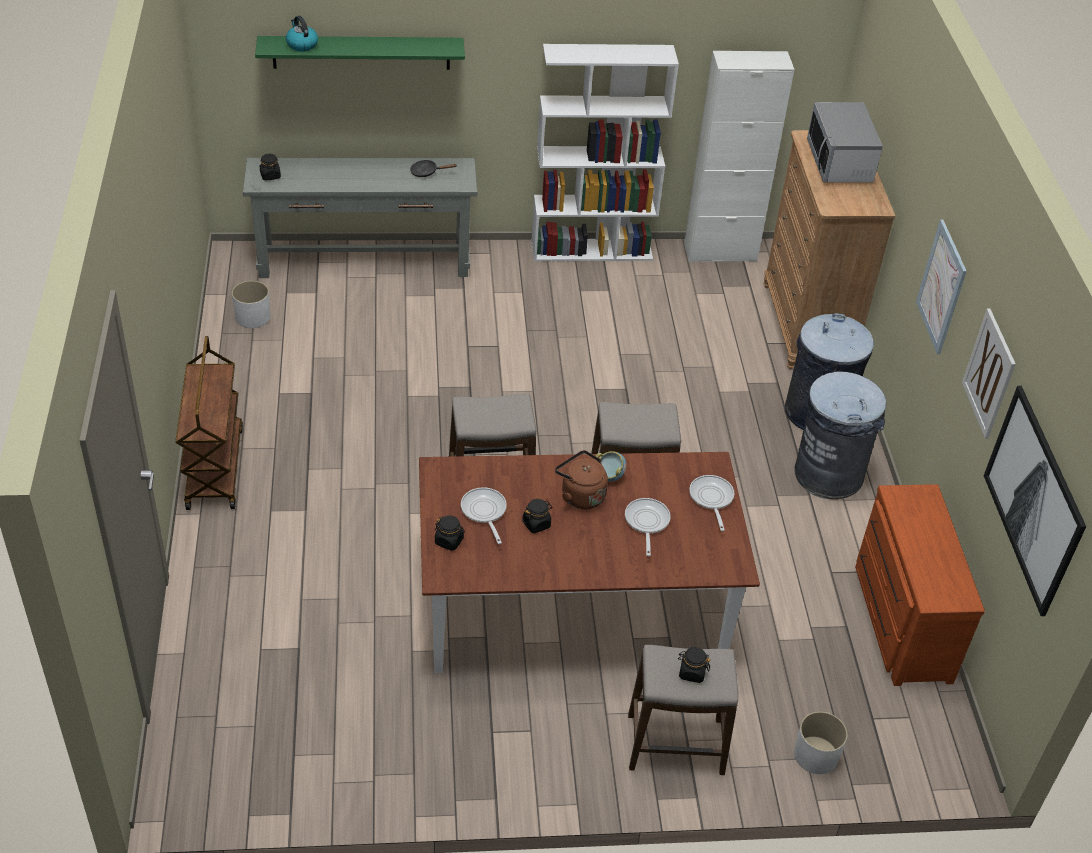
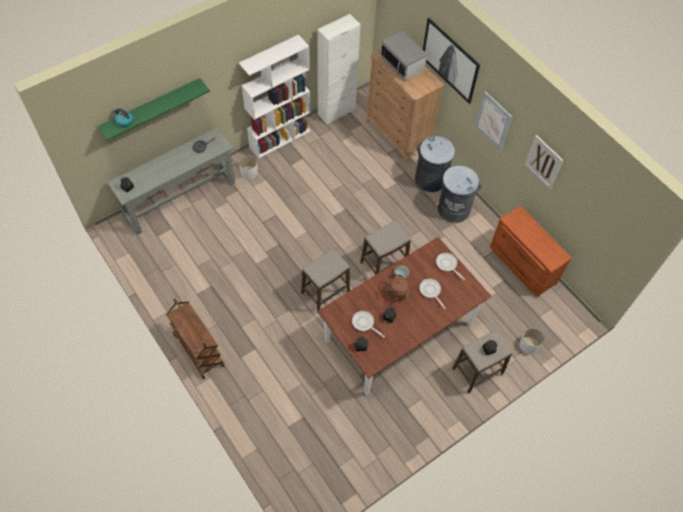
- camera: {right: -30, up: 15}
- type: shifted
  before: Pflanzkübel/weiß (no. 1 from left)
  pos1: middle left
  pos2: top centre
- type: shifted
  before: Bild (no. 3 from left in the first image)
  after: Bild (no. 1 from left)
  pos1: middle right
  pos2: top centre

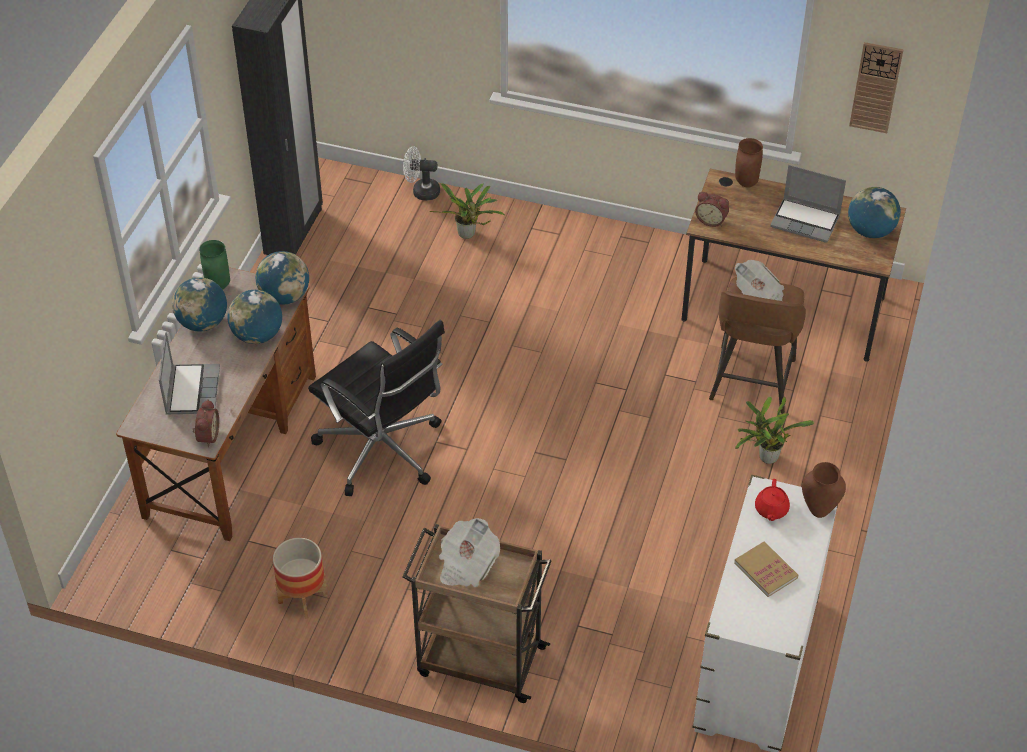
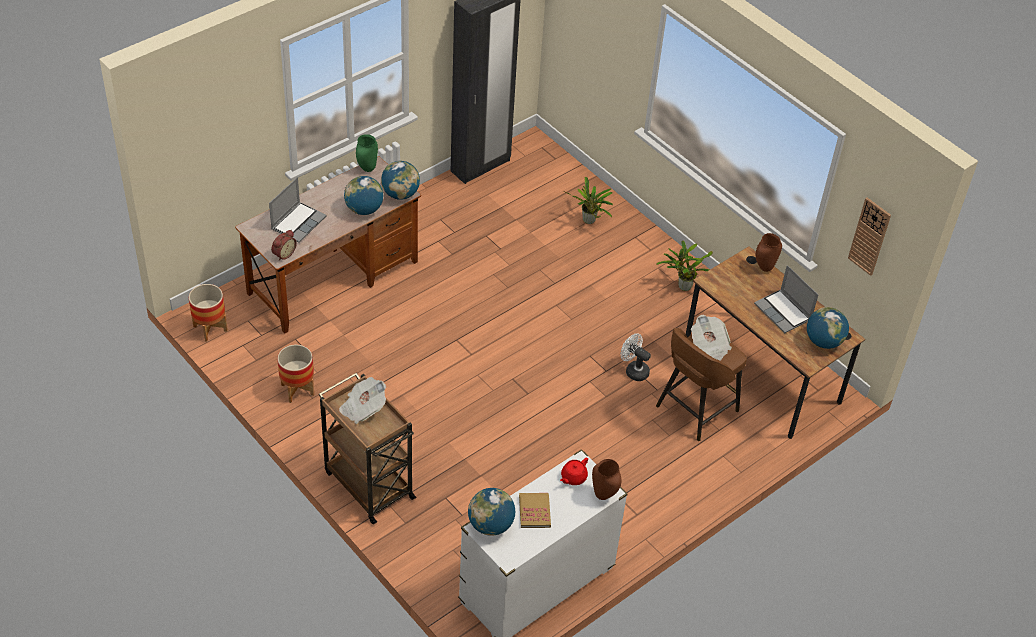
- camera: {right: 30, up: 0}
- type: new
  after: Pflanzkübel (no. 1 from left)
  pos2: middle left
- type: shifted
  before: Globus (no. 1 from left in the first image)
  after: Globus (no. 3 from left)
  pos1: middle left
  pos2: bottom centre
- type: shifted
  before: Ventilator/weiß
  pos1: top centre
  pos2: centre
- type: shifted
  before: Topfpflanze (no. 2 from left)
  pos1: middle right
  pos2: centre
- type: gone
  before: Bürostuhl/schwarz
  pos1: centre
- type: gone
  before: Wecker (no. 2 from left)
  pos1: top right

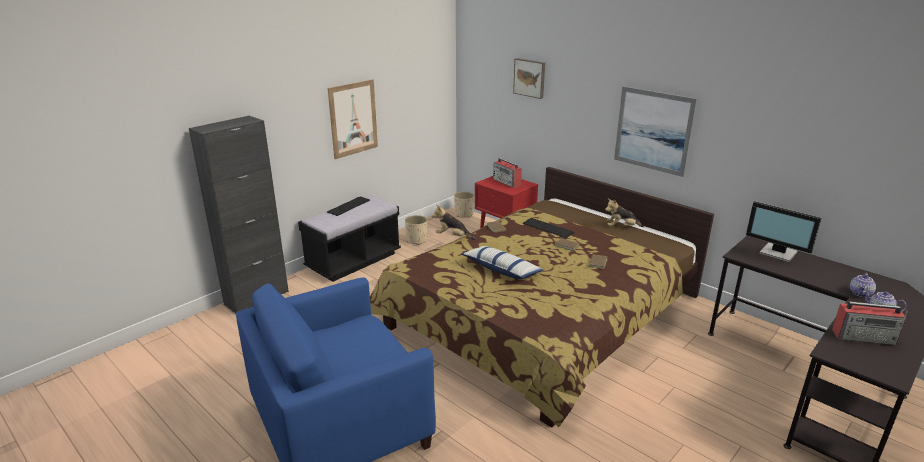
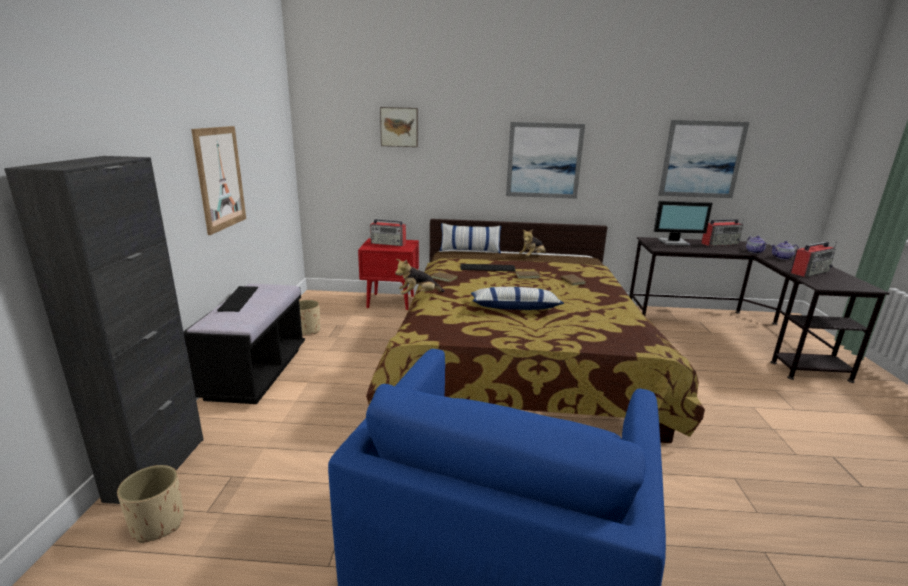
- camera: {right: -40, up: -5}
- type: shifted
  before: Pflanzkübel/beige (no. 2 from left in the first image)
  after: Pflanzkübel/beige (no. 1 from left)
  pos1: centre
  pos2: bottom left
- type: new
  after: Kissen (no. 1 from left)
  pos2: centre
- type: new
  after: Bild (no. 4 from left)
  pos2: top right
- type: new
  after: Radio (no. 2 from left)
  pos2: middle right

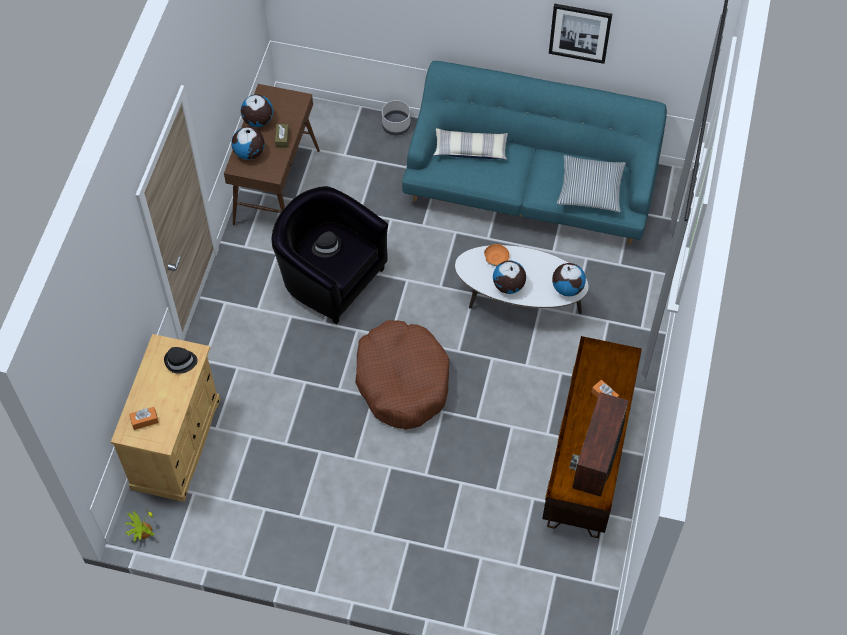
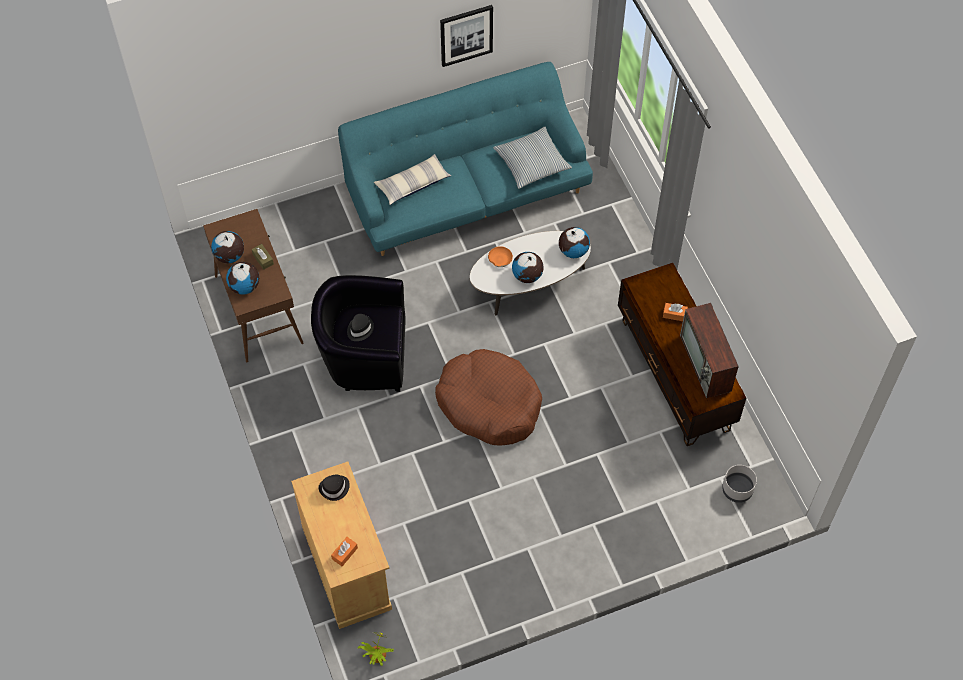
- camera: {right: -35, up: 0}
- type: shifted
  before: Pflanzkübel/grau
  pos1: top centre
  pos2: bottom right

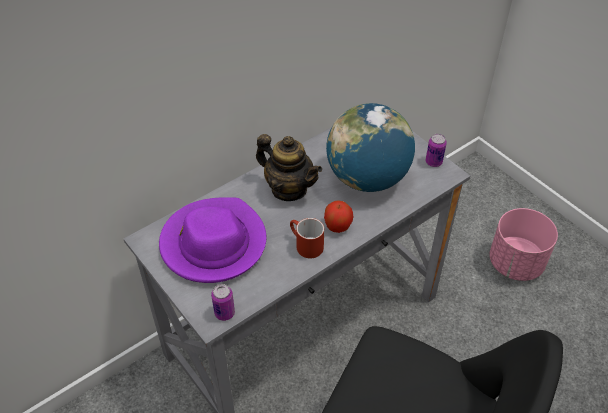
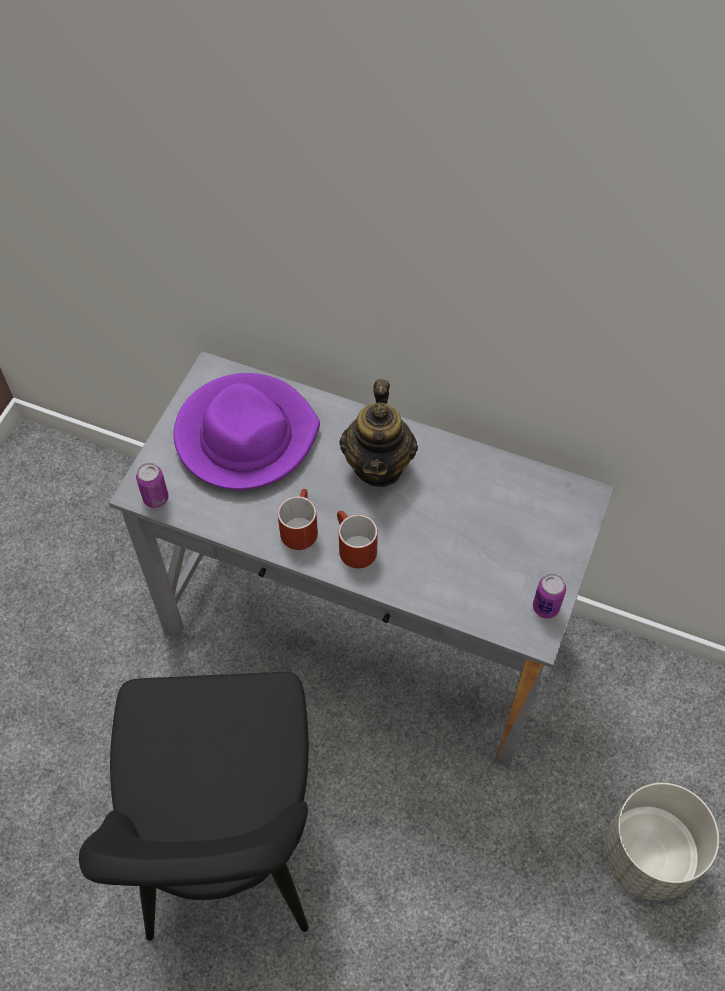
- camera: {right: 60, up: 10}
- type: swapped
  before: Apfel
  after: Henkelbecher/rot (no. 2 from left)
  pos1: centre
  pos2: centre
- type: repainted
  before: Pflanzkübel/rosa
  after: Pflanzkübel/grau
  pos1: middle right
  pos2: bottom right
- type: gone
  before: Globus
  pos1: centre

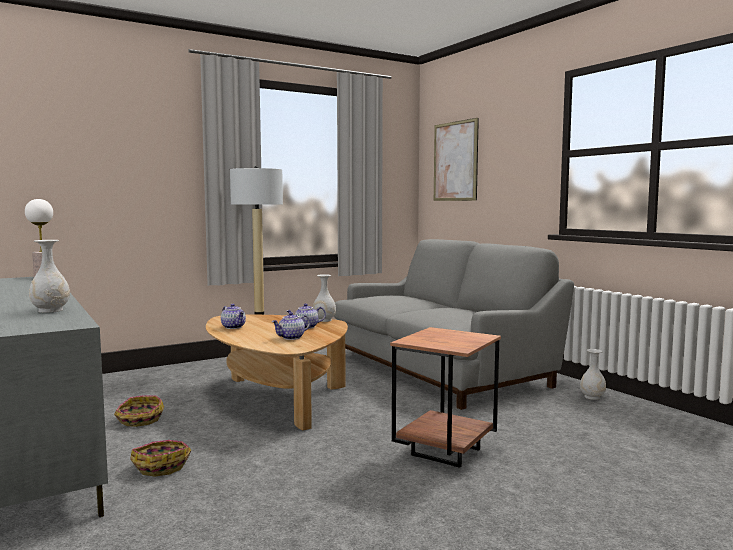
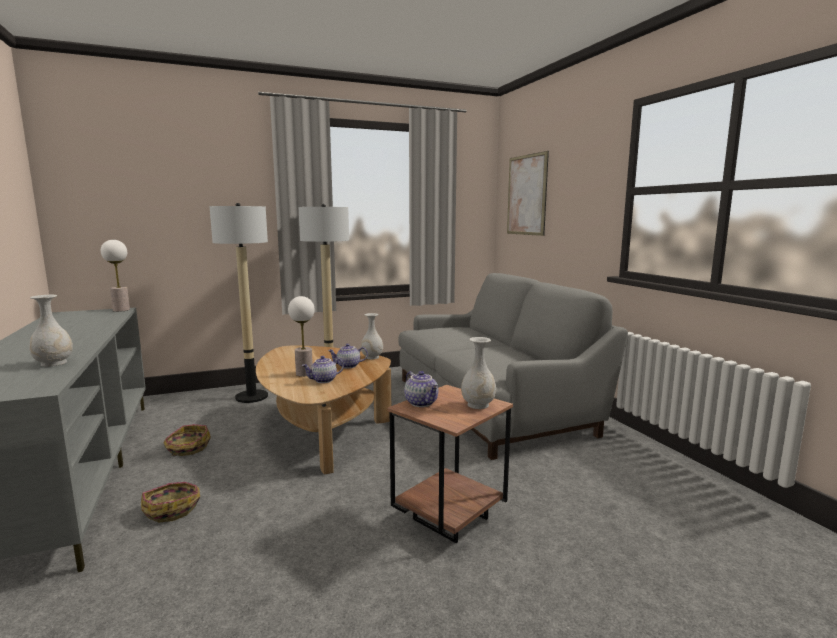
- camera: {right: 10, up: 5}
- type: new
  after: Stehlampe (no. 1 from left)
  pos2: middle left
- type: new
  after: Tischlampe (no. 2 from left)
  pos2: centre
- type: shifted
  before: Teekanne (no. 1 from left in the first image)
  after: Teekanne (no. 3 from left)
  pos1: middle left
  pos2: centre
- type: shifted
  before: Vase/weiß (no. 3 from left)
  pos1: bottom right
  pos2: centre

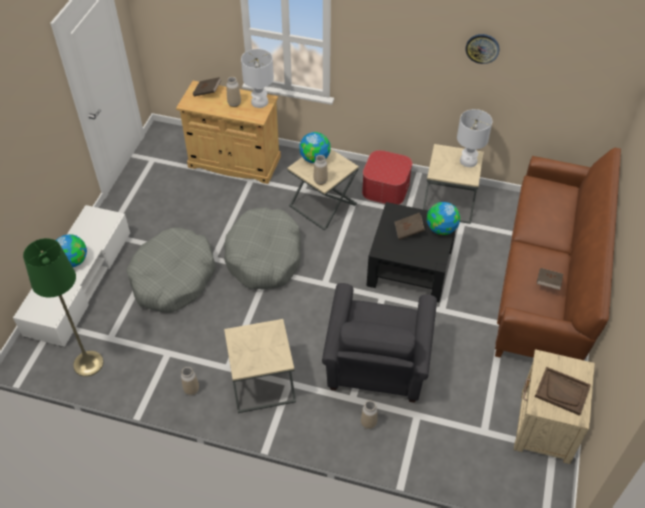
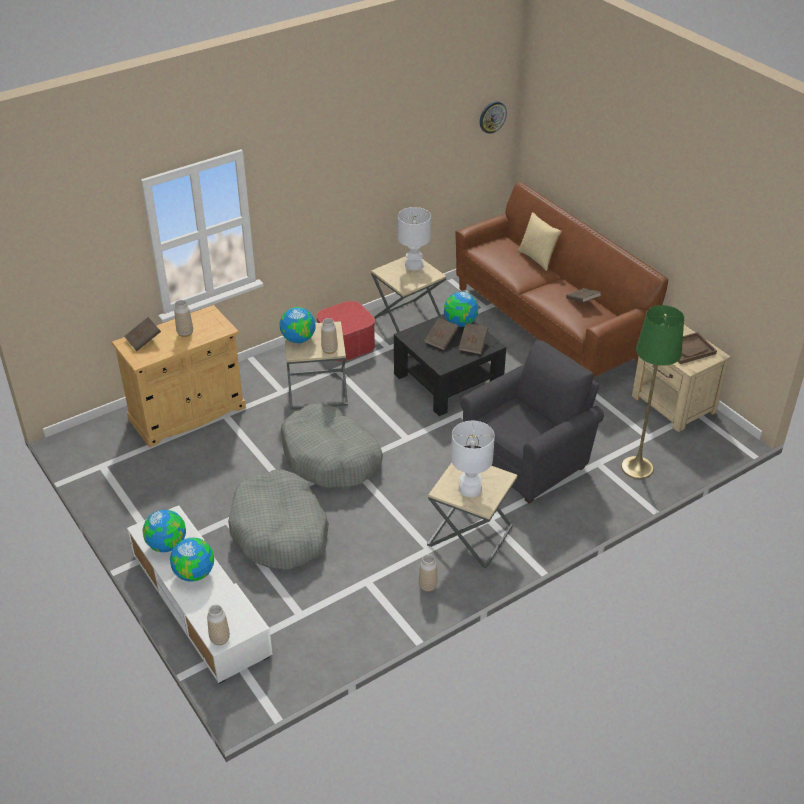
- camera: {right: -50, up: -10}
- type: new
  after: Globus (no. 1 from left)
  pos2: middle left
- type: shifted
  before: Vase (no. 4 from left in the first image)
  after: Vase (no. 2 from left)
  pos1: bottom centre
  pos2: bottom left
- type: shifted
  before: Tischlampe/weiß (no. 1 from left in the first image)
  after: Tischlampe/weiß (no. 2 from left)
  pos1: top centre
  pos2: centre
- type: new
  after: Buch/braun (no. 3 from left)
  pos2: centre
- type: rotated
  before: Sessel/grau
  pos1: bottom centre
  pos2: centre
  turn: -90
- type: shifted
  before: Wanduhr
  pos1: top right
  pos2: top centre
- type: new
  after: Kissen
  pos2: top right
- type: shifted
  before: Stehlampe/grün
  pos1: middle left
  pos2: middle right

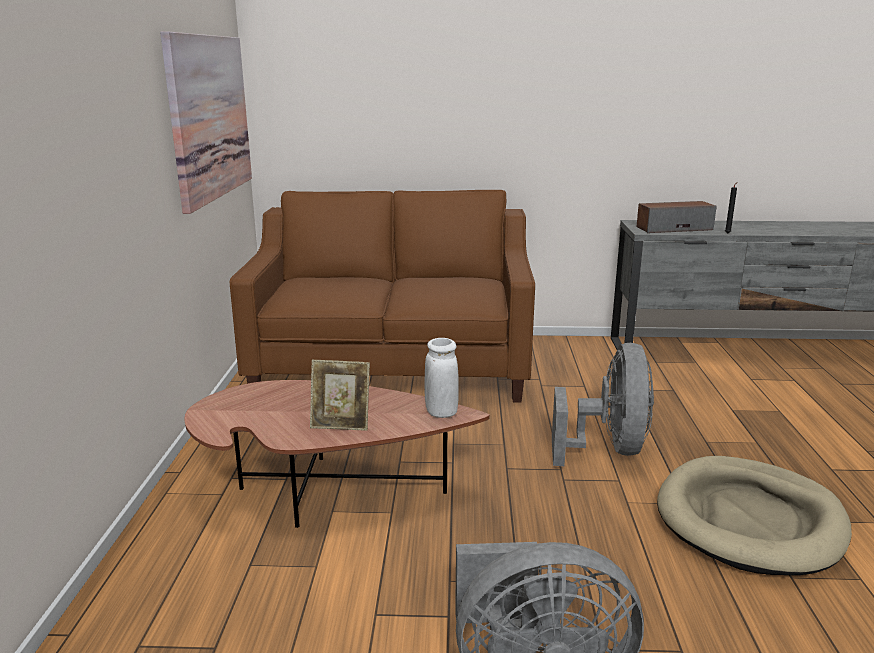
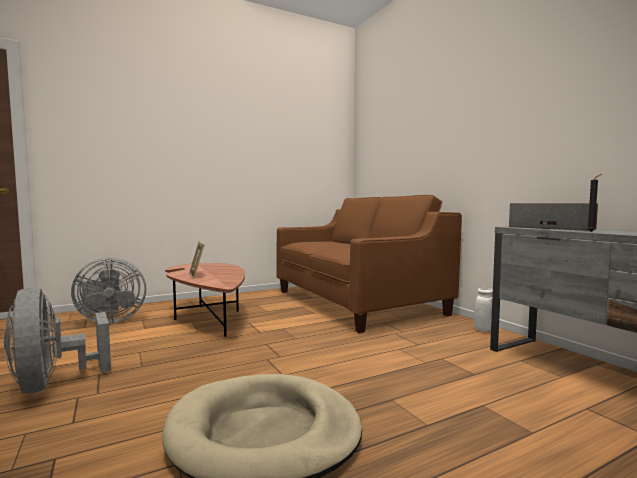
- camera: {right: 60, up: -15}
- type: shifted
  before: Ventilator/grau (no. 2 from left)
  pos1: middle right
  pos2: middle left
- type: shifted
  before: Vase/weiß
  pos1: centre
  pos2: middle right
- type: gone
  before: Bild
  pos1: top left

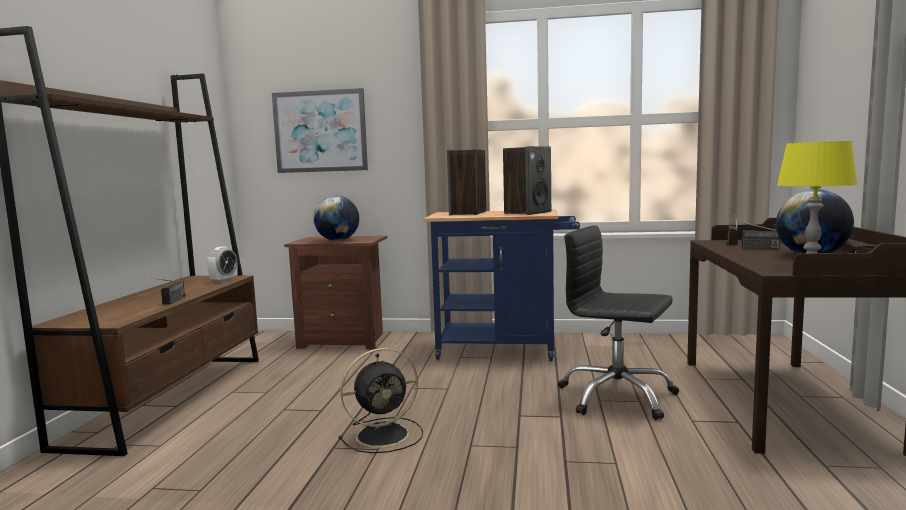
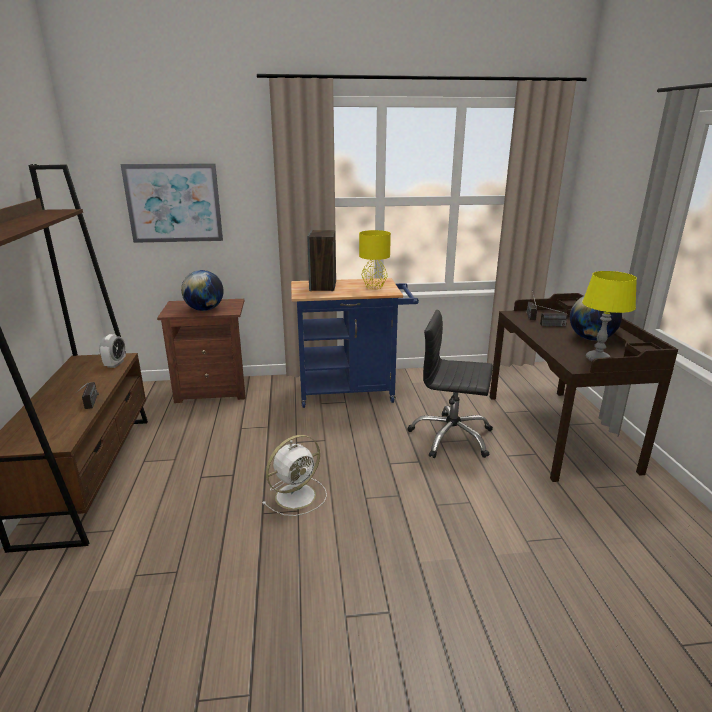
- camera: {right: -15, up: 15}
- type: repainted
  before: Ventilator/schwarz
  after: Ventilator/weiß
  pos1: bottom centre
  pos2: bottom centre
- type: swapped
  before: Lautsprecher (no. 2 from left)
  after: Tischlampe/gelb (no. 1 from left)
  pos1: centre
  pos2: centre

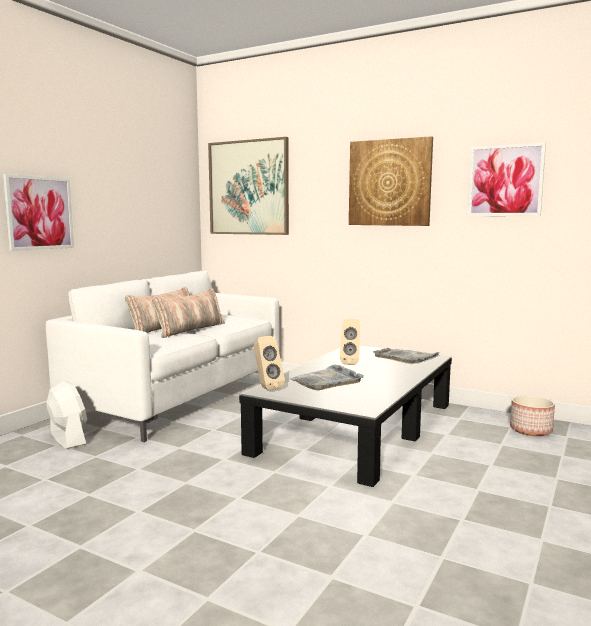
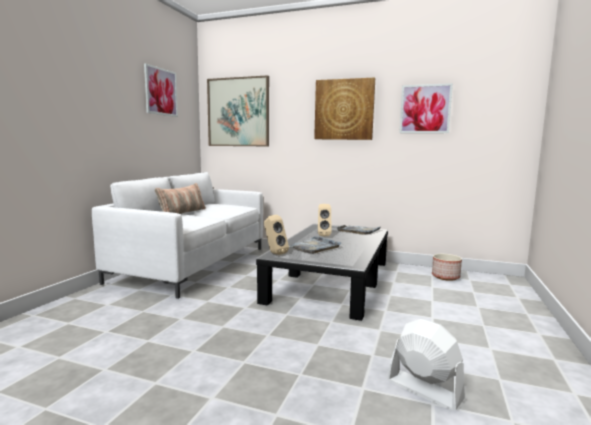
- camera: {right: -10, up: 0}
- type: shifted
  before: Bild (no. 1 from left)
  pos1: middle left
  pos2: top left
- type: shifted
  before: Ventilator/weiß
  pos1: middle left
  pos2: bottom right
- type: gone
  before: Kissen (no. 2 from left)
  pos1: middle left

